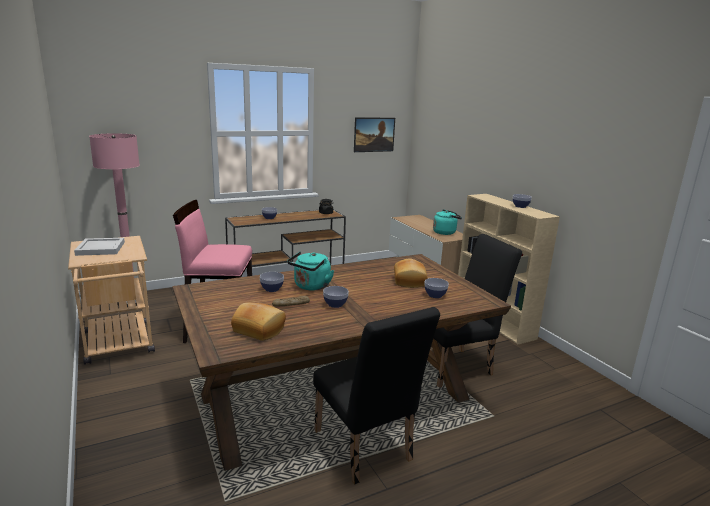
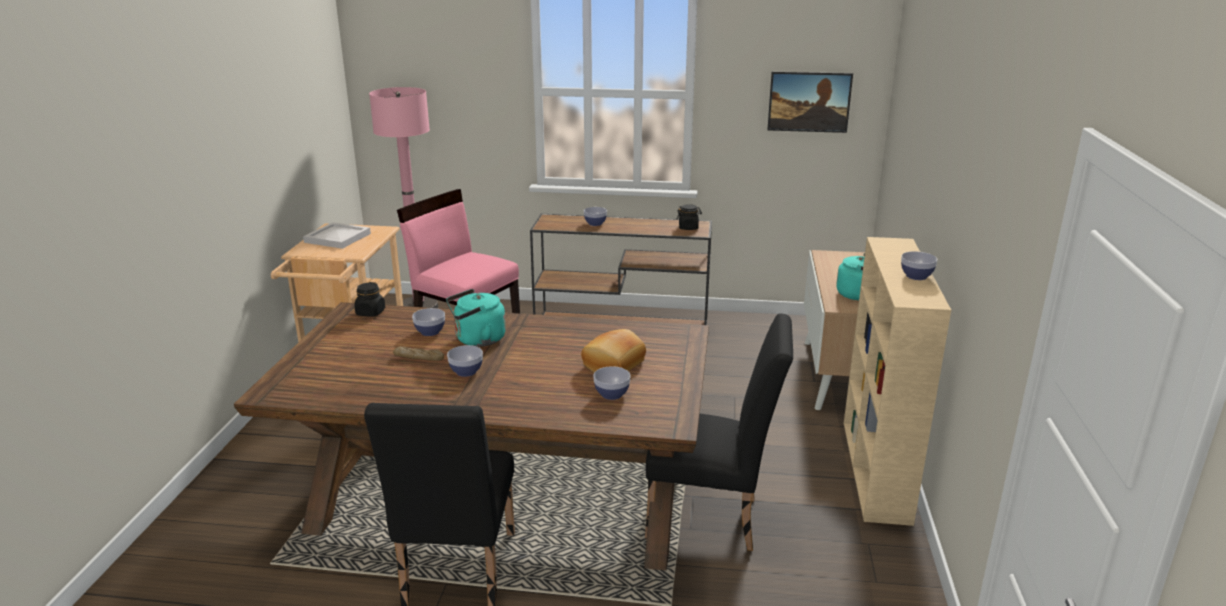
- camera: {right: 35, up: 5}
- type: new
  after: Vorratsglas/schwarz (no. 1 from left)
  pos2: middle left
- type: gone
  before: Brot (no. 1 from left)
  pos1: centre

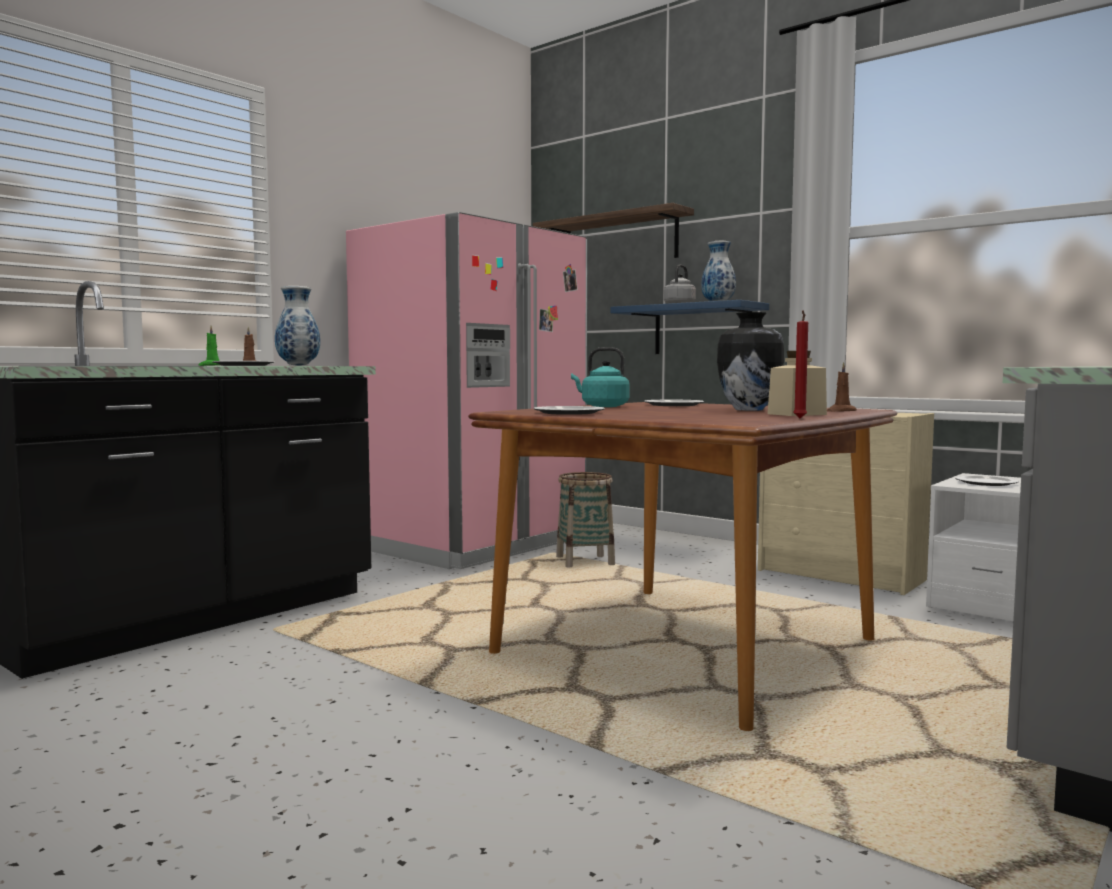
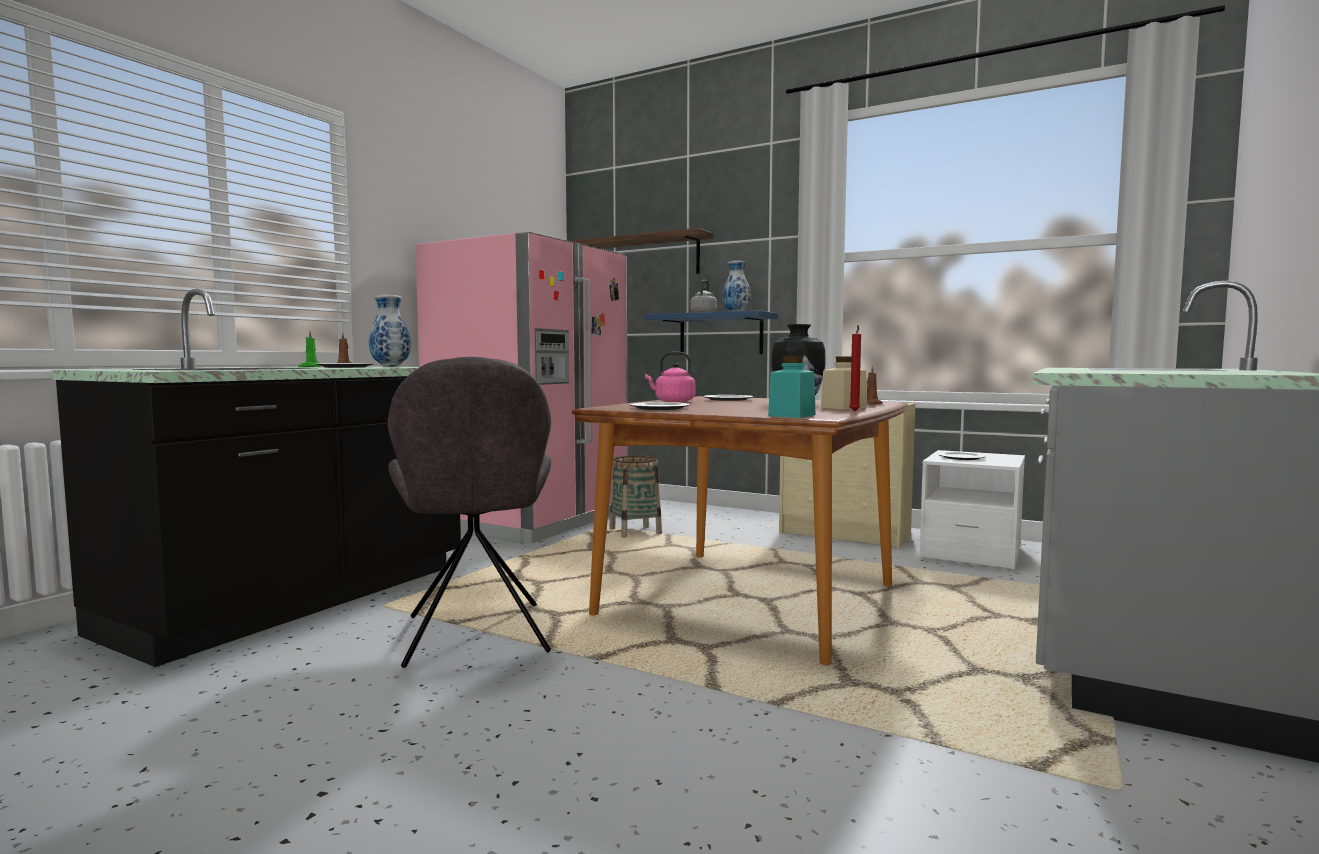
- camera: {right: -10, up: 0}
- type: new
  after: Stuhl/grau
  pos2: centre
- type: repainted
  before: Wasserkessel/türkis
  after: Wasserkessel/rosa
  pos1: centre
  pos2: centre
- type: new
  after: Vorratsglas/türkis
  pos2: centre

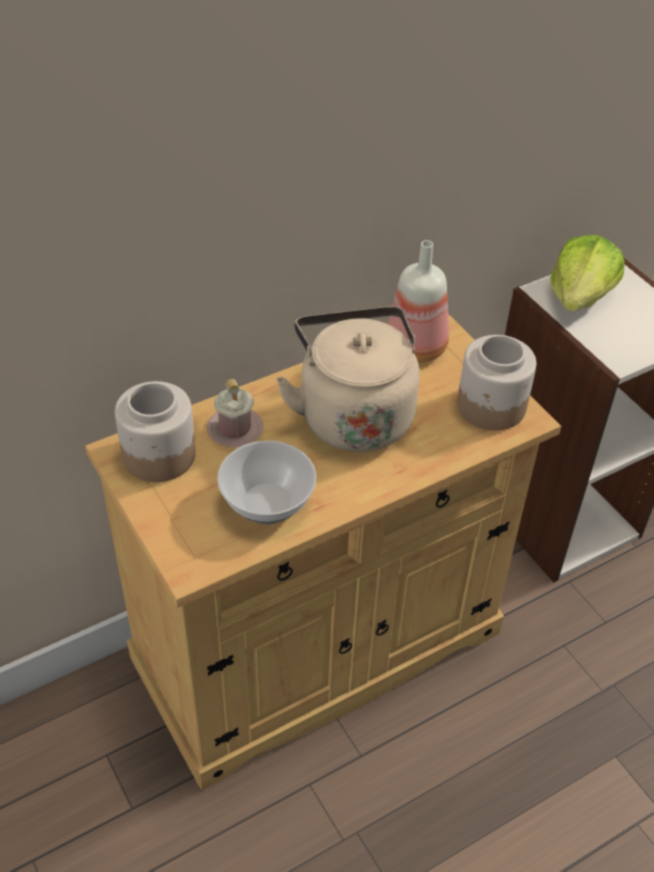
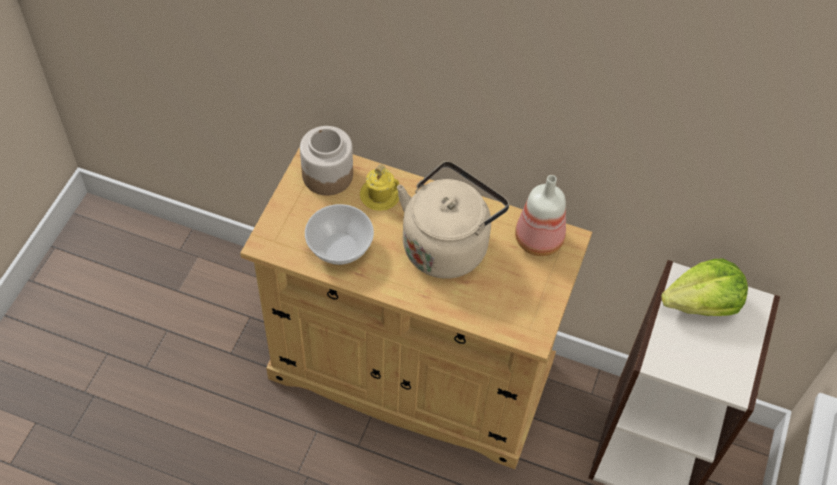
- camera: {right: 50, up: 10}
- type: repainted
  before: Henkelbecher/rosa
  after: Henkelbecher/gelb
  pos1: centre
  pos2: centre
- type: gone
  before: Vorratsglas (no. 2 from left)
  pos1: middle right

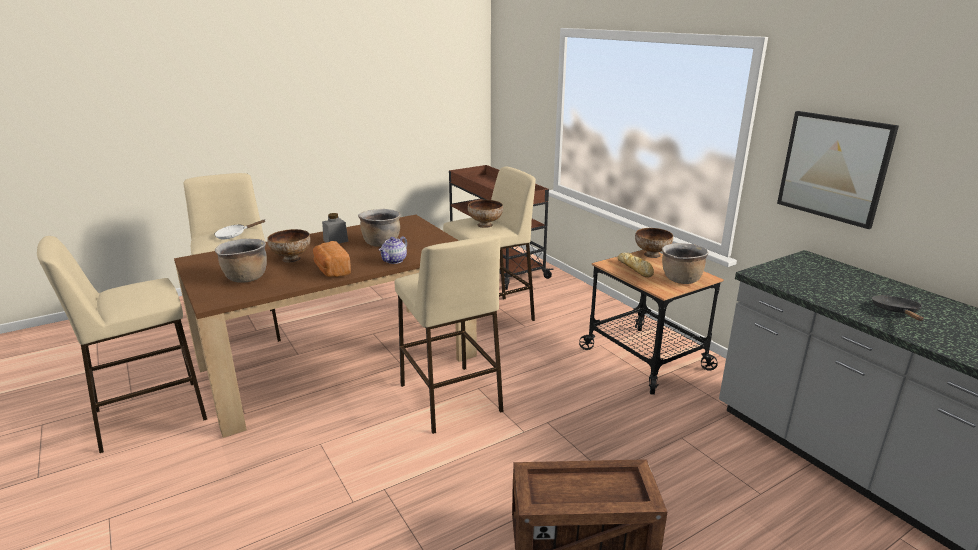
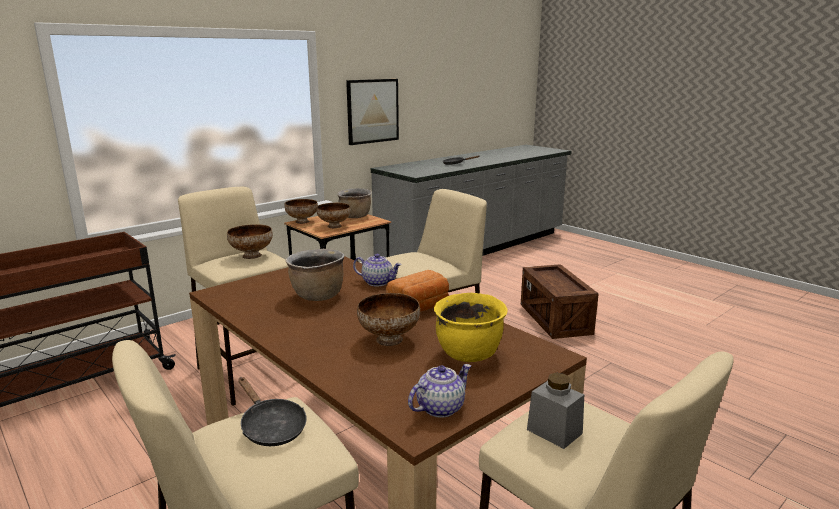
- camera: {right: -100, up: -5}
- type: repainted
  before: Pfanne/weiß
  after: Pfanne/schwarz (no. 1 from left)
  pos1: middle left
  pos2: bottom left
- type: swapped
  before: Brot (no. 2 from left)
  after: Schüssel (no. 3 from left)
  pos1: centre
  pos2: centre
- type: new
  after: Teekanne (no. 2 from left)
  pos2: bottom centre
- type: repainted
  before: Kochtopf/braun (no. 1 from left)
  after: Kochtopf/gelb
  pos1: middle left
  pos2: centre
- type: shifted
  before: Vorratsglas/grau
  pos1: centre
  pos2: bottom centre

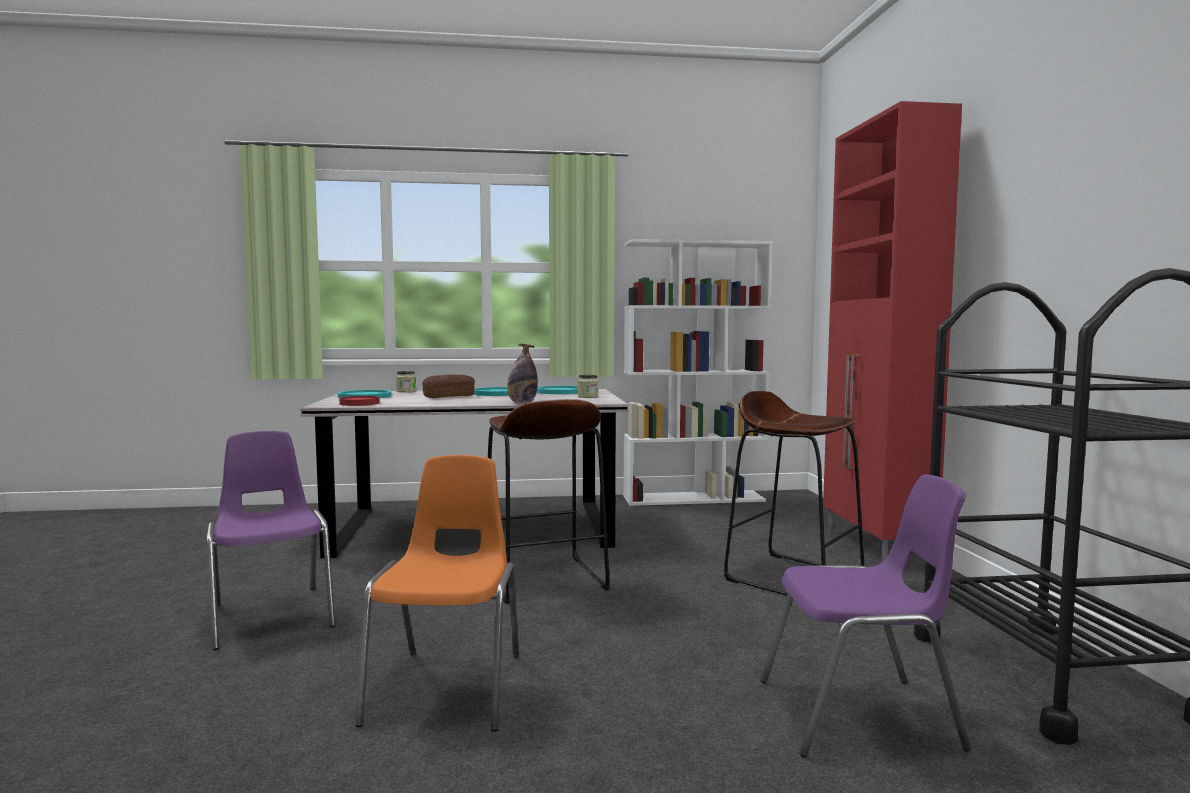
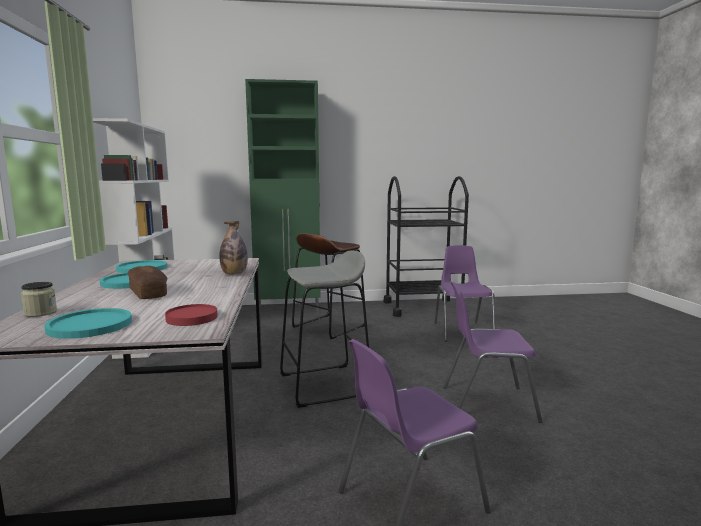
- camera: {right: -90, up: 5}
- type: repainted
  before: Schrank/rot
  after: Schrank/grün
  pos1: middle right
  pos2: centre
- type: repainted
  before: Hocker/braun (no. 1 from left)
  after: Hocker/grau
  pos1: centre
  pos2: centre
- type: repainted
  before: Stuhl/orange
  after: Stuhl/lila (no. 3 from left)
  pos1: bottom centre
  pos2: bottom right
- type: gone
  before: Vorratsglas (no. 2 from left)
  pos1: centre

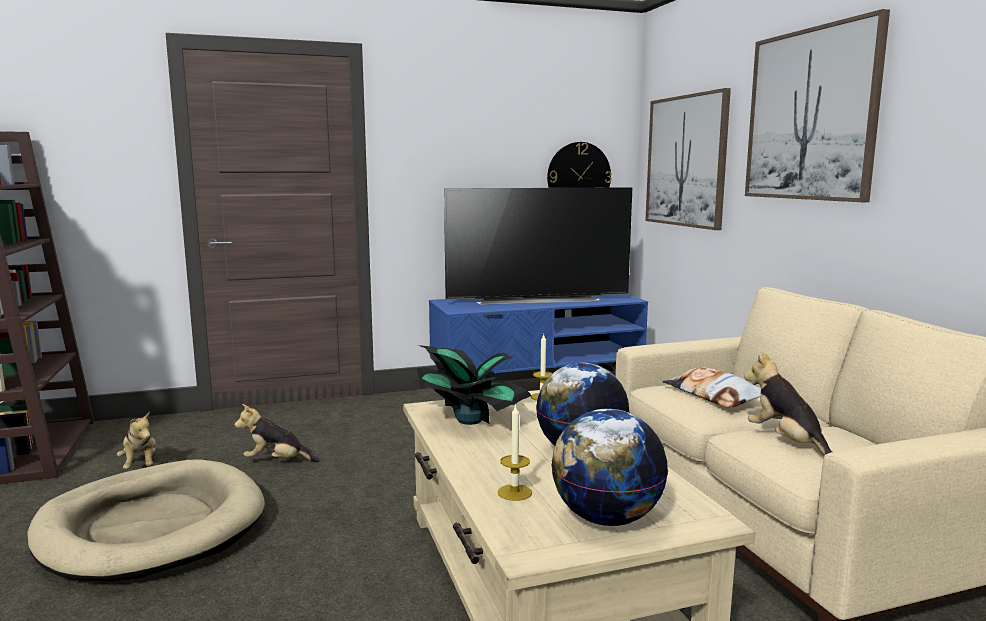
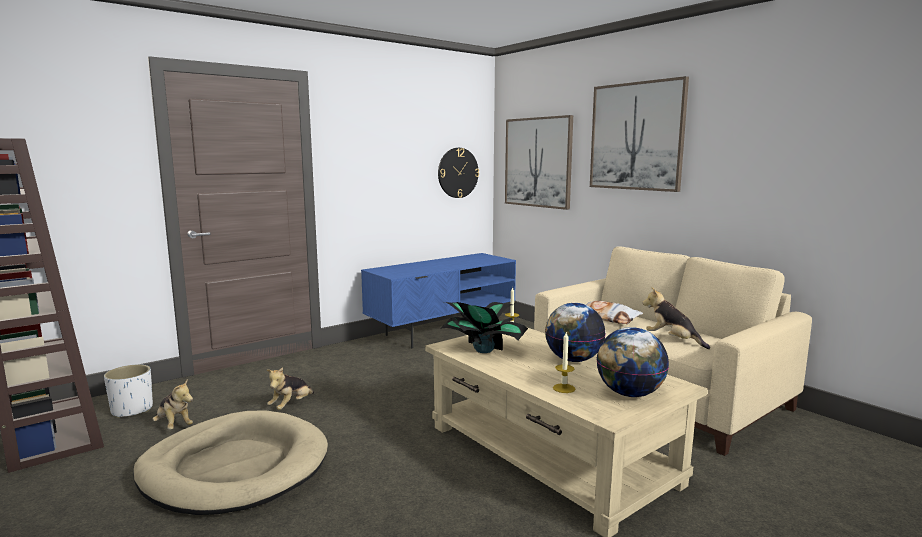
- camera: {right: -20, up: 0}
- type: new
  after: Pflanzkübel/weiß
  pos2: bottom left
- type: rotated
  before: Plüschtier (no. 2 from left)
  pos1: bottom left
  pos2: bottom left
  turn: -45
- type: gone
  before: Fernseher
  pos1: centre

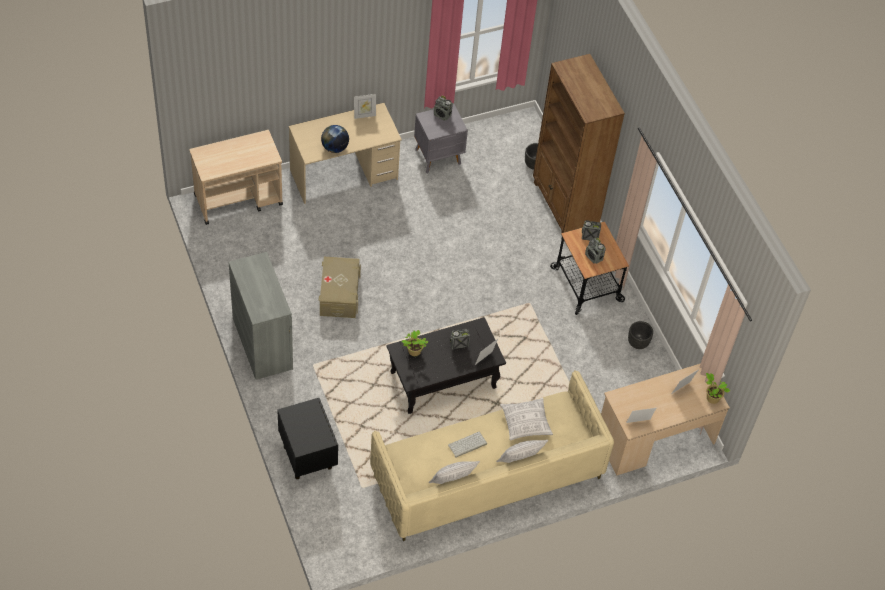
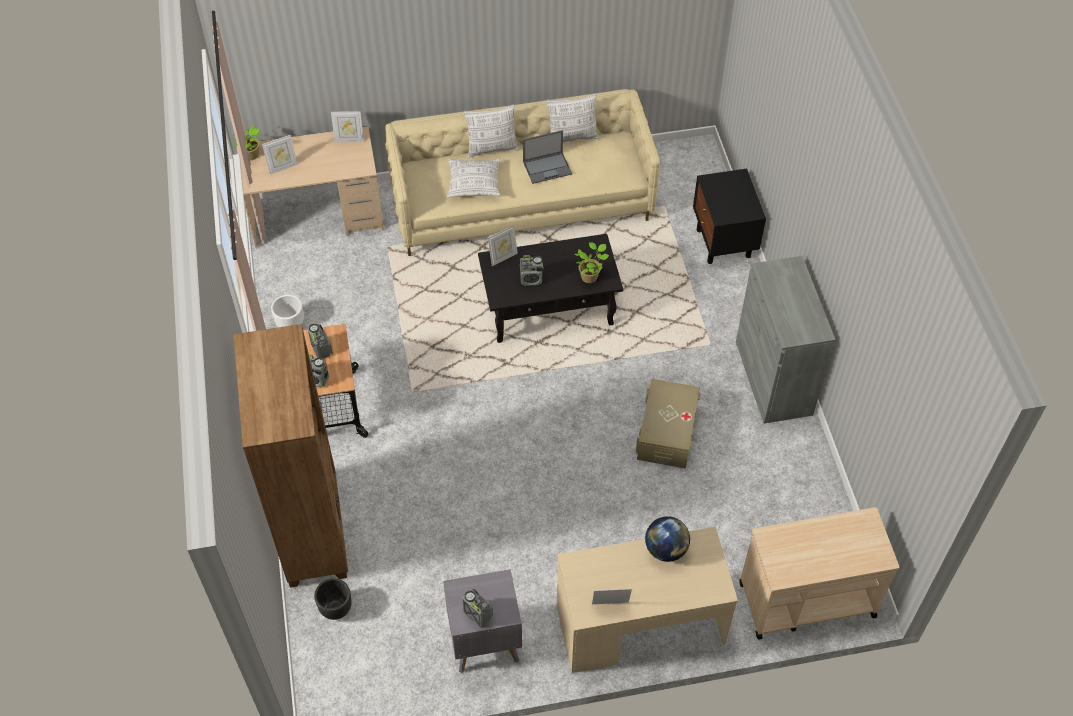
- camera: {right: -165, up: 0}
- type: repainted
  before: Pflanzkübel/schwarz (no. 2 from left)
  after: Pflanzkübel/weiß
  pos1: middle right
  pos2: middle left
- type: swapped
  before: Tastatur
  after: Laptop
  pos1: bottom centre
  pos2: top centre

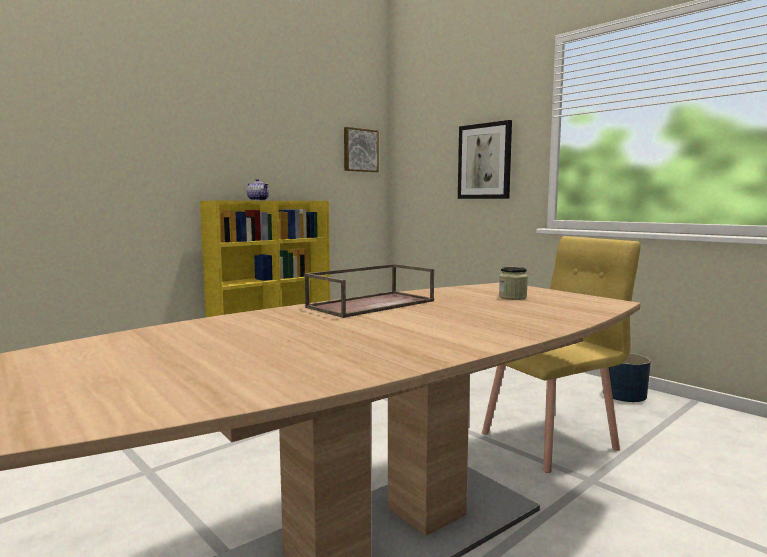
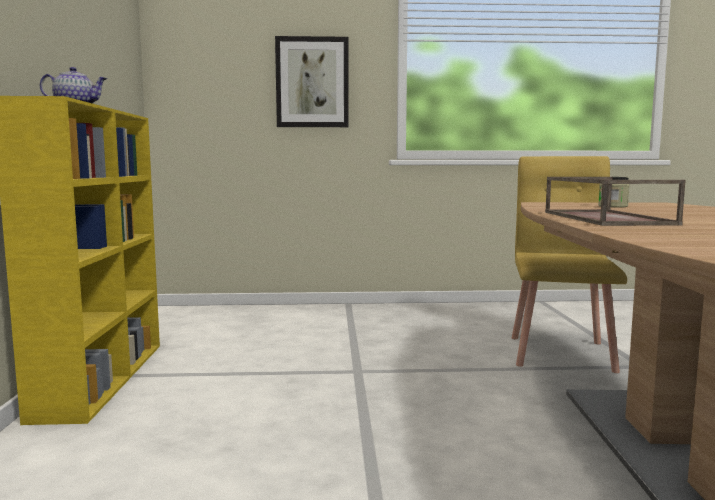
- camera: {right: -50, up: 0}
- type: gone
  before: Bild (no. 1 from left)
  pos1: top centre
- type: gone
  before: Pflanzkübel/blau
  pos1: bottom right

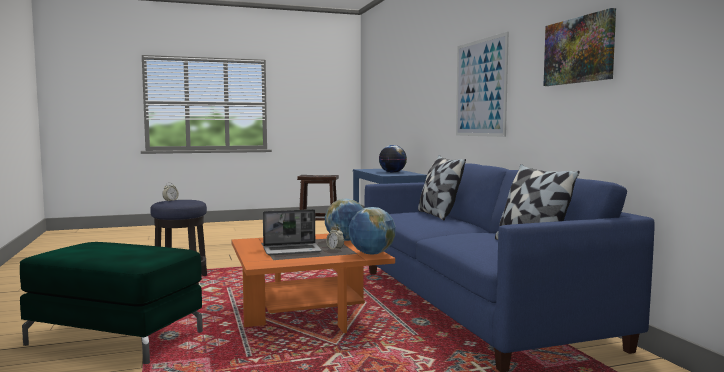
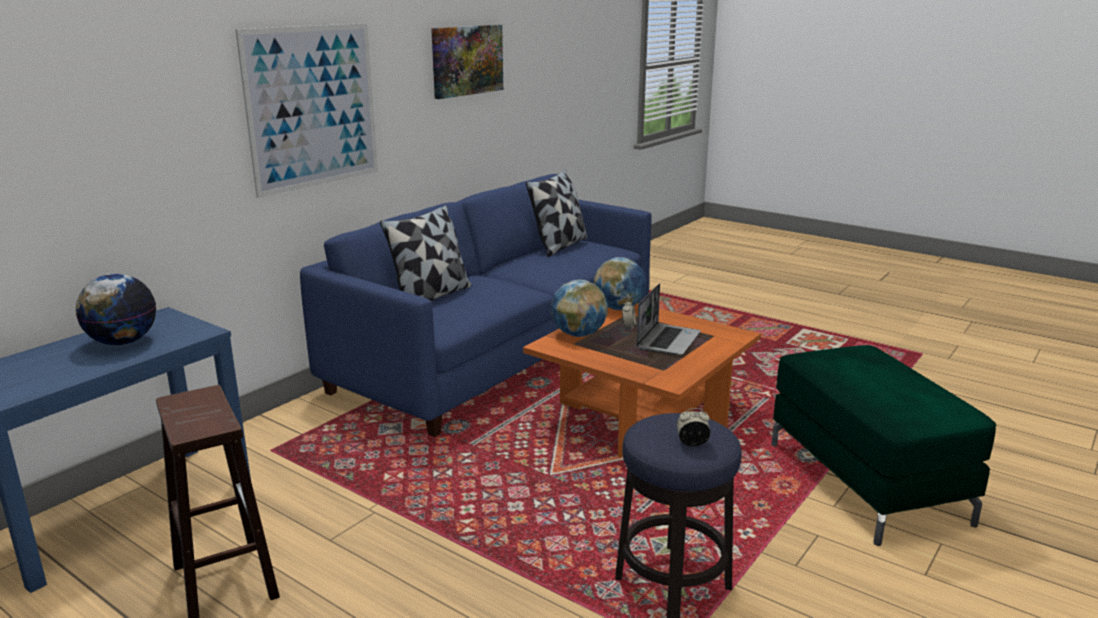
- camera: {right: -125, up: 15}
- type: rotated
  before: Laptop
  pos1: centre
  pos2: centre
  turn: 75

